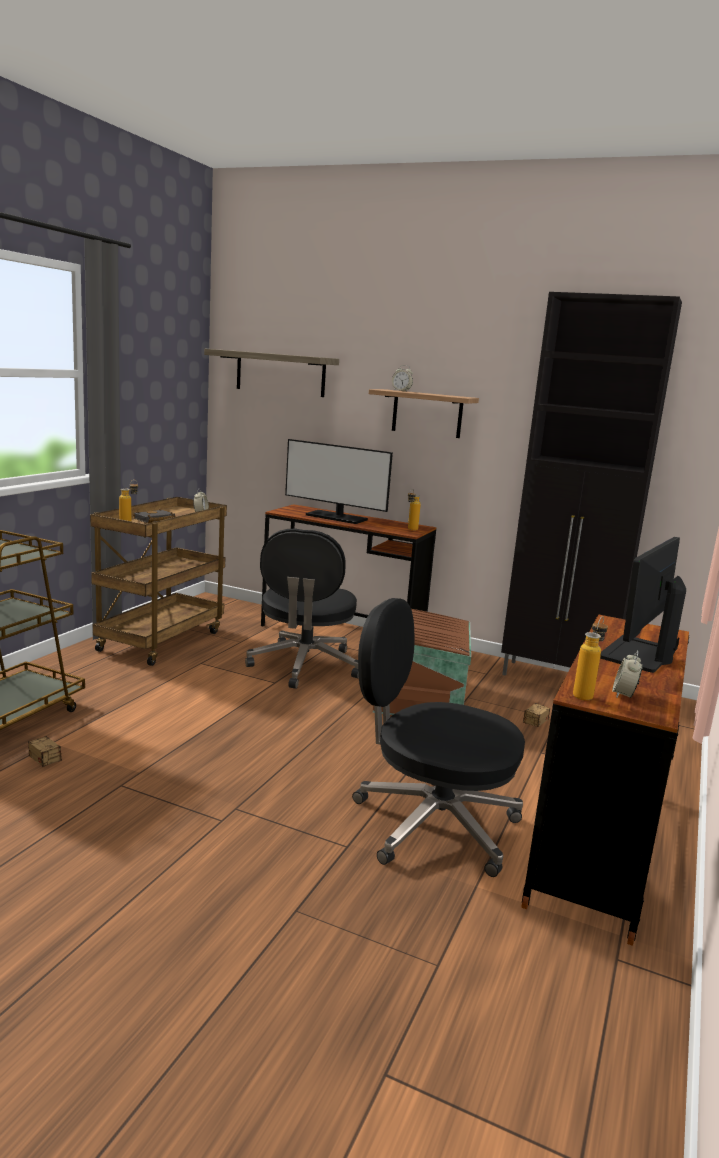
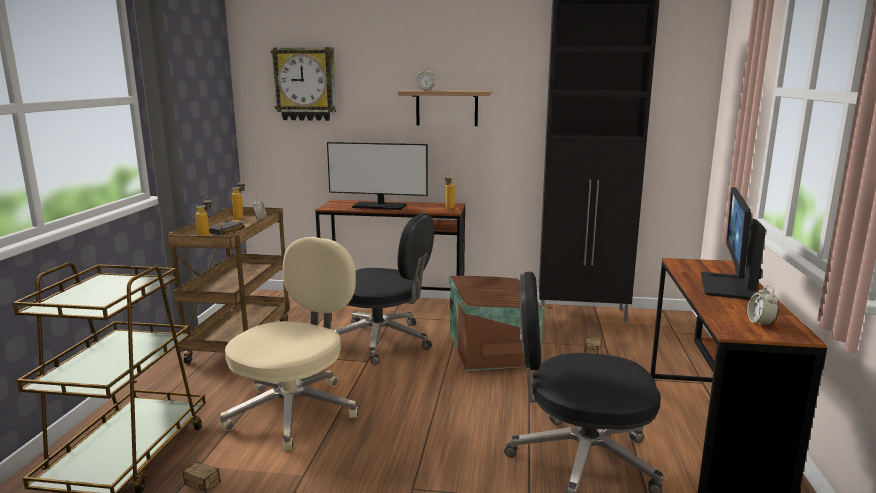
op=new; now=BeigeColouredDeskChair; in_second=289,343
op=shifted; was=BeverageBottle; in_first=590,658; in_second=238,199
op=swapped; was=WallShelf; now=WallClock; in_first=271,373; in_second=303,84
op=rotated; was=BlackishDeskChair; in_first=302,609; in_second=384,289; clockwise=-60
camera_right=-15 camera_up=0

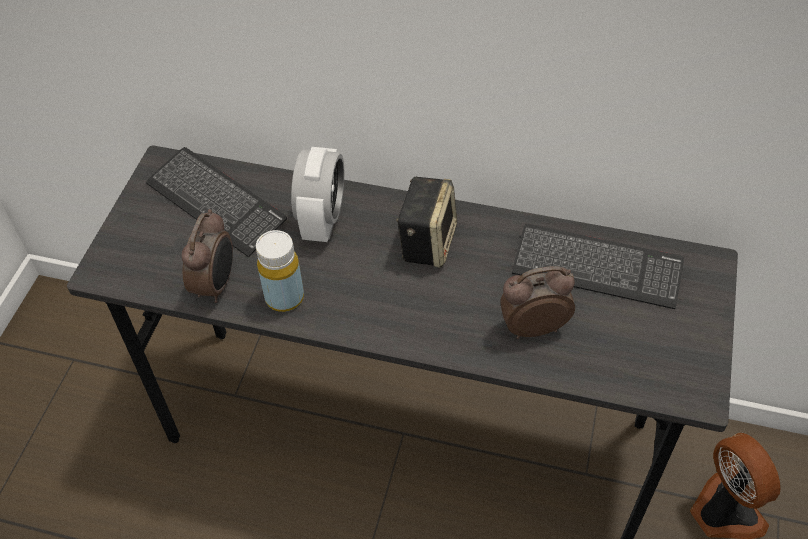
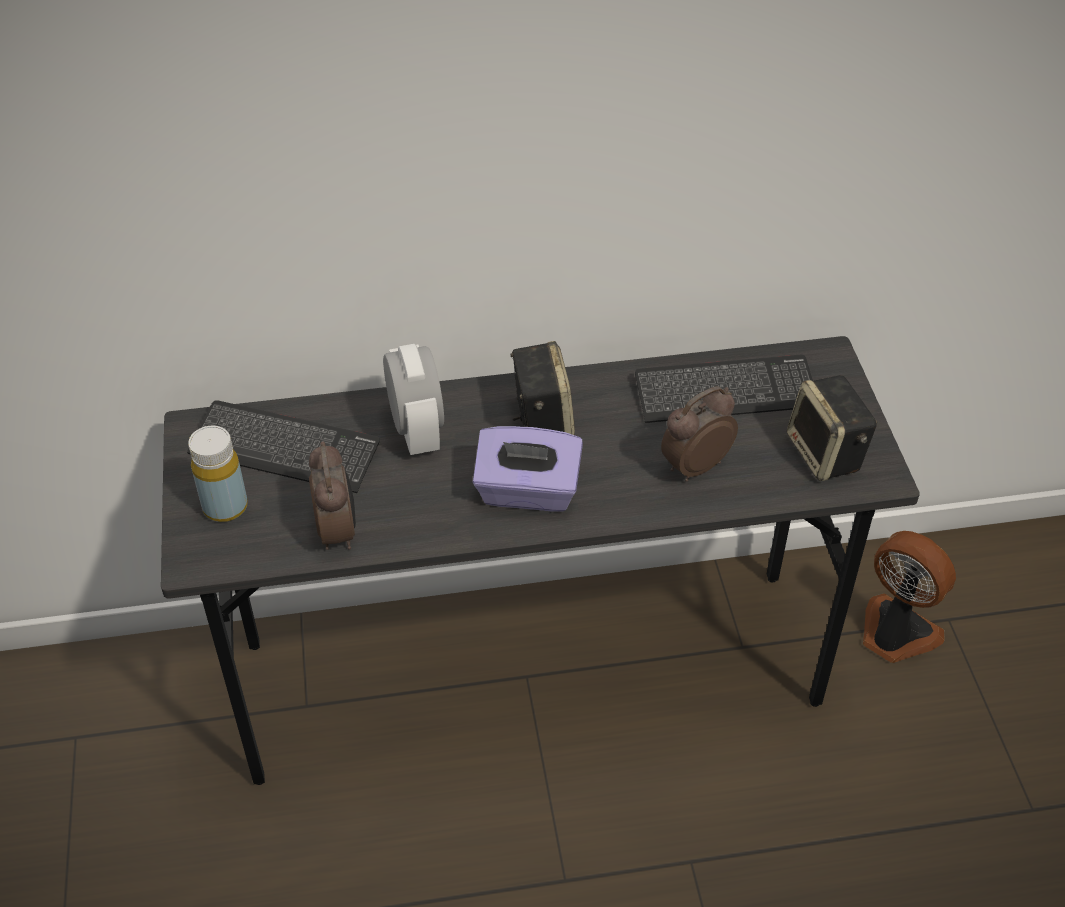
op=shifted; was=YellowColouredBeverageBottle; in_first=280,271; in_second=218,474
op=new; now=PurpleColouredBoxOfTissues; in_second=528,468
op=new; now=Loudspeaker; in_second=832,428
camera_right=-25 camera_up=-5

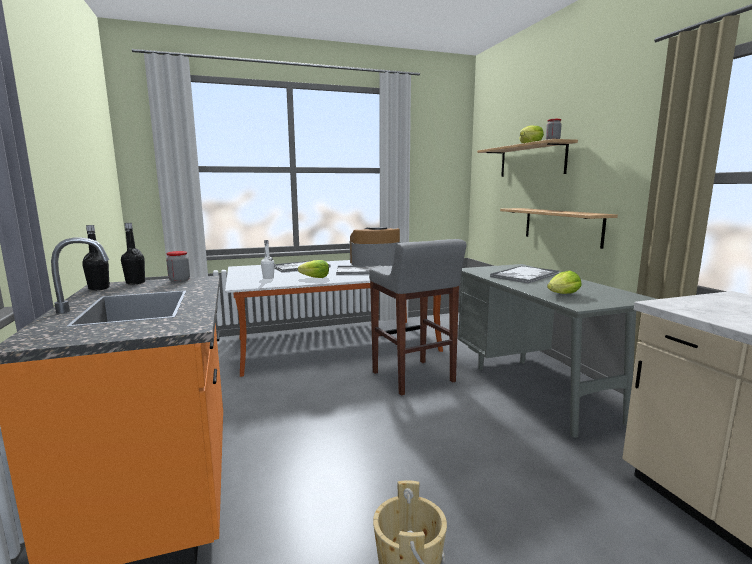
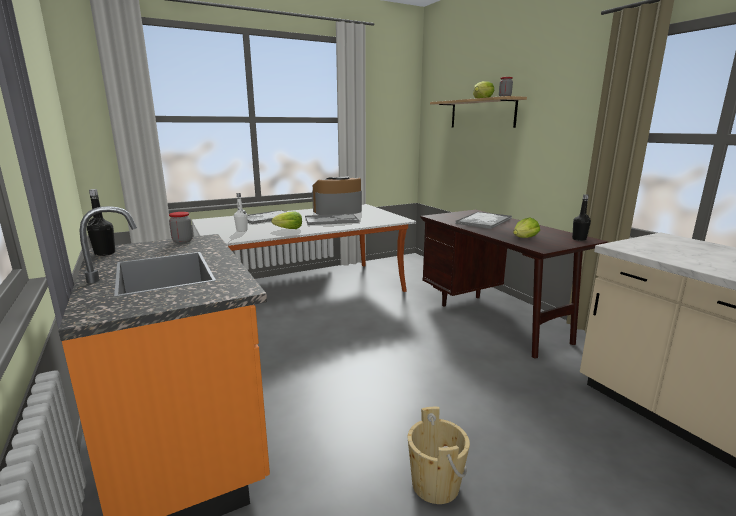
op=repainted; was=GreyishDesk; now=BrownDesk; in_first=557,351; in_second=514,284
op=shifted; was=BlackishBeverageBottle; in_first=133,254; in_second=581,217
op=gone; was=GreyishSittingStool; in_first=418,317
op=gone; was=WallShelf; in_first=559,228
camera_right=-10 camera_up=5

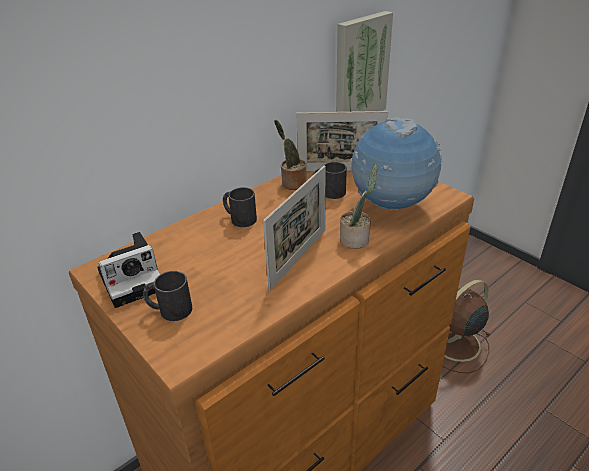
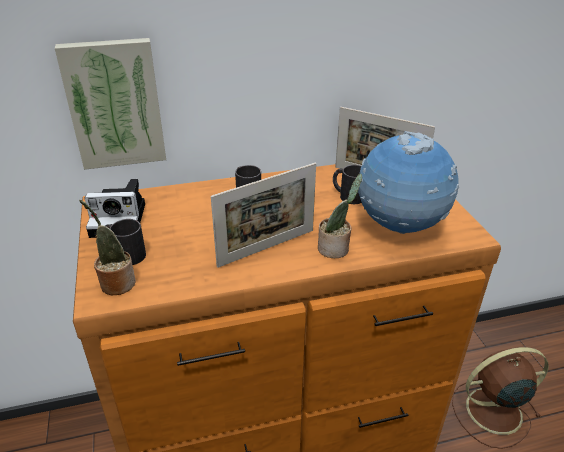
op=shifted; was=Picture; in_first=364,61; in_second=110,104
op=shifted; was=Houseplant; in_first=290,155; in_second=107,247
camera_right=25 camera_up=0

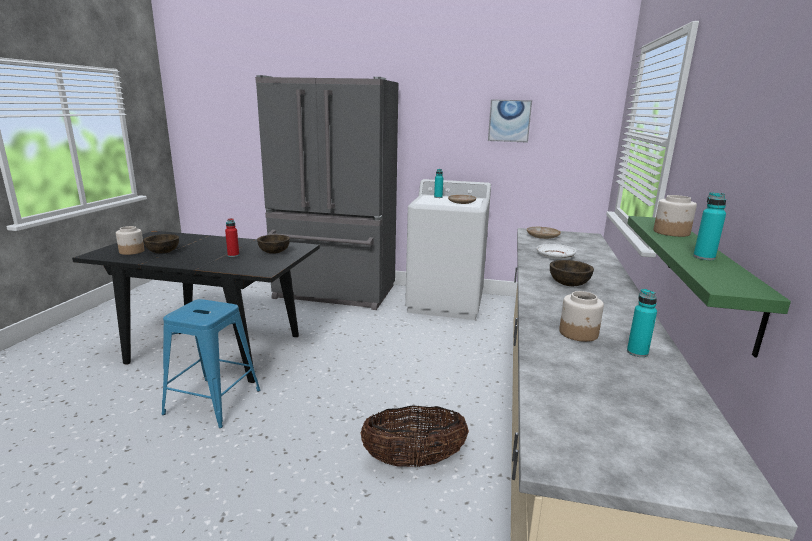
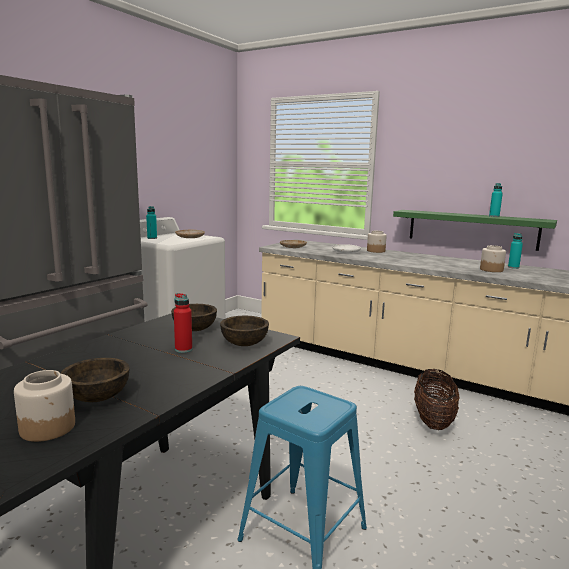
op=shifted; was=BrownDeepDish; in_first=572,273; in_second=244,331
op=shifted; was=StorageJar; in_first=675,216; in_second=377,242
op=gone; was=Picture; in_first=510,121
camera_right=-70 camera_up=-5

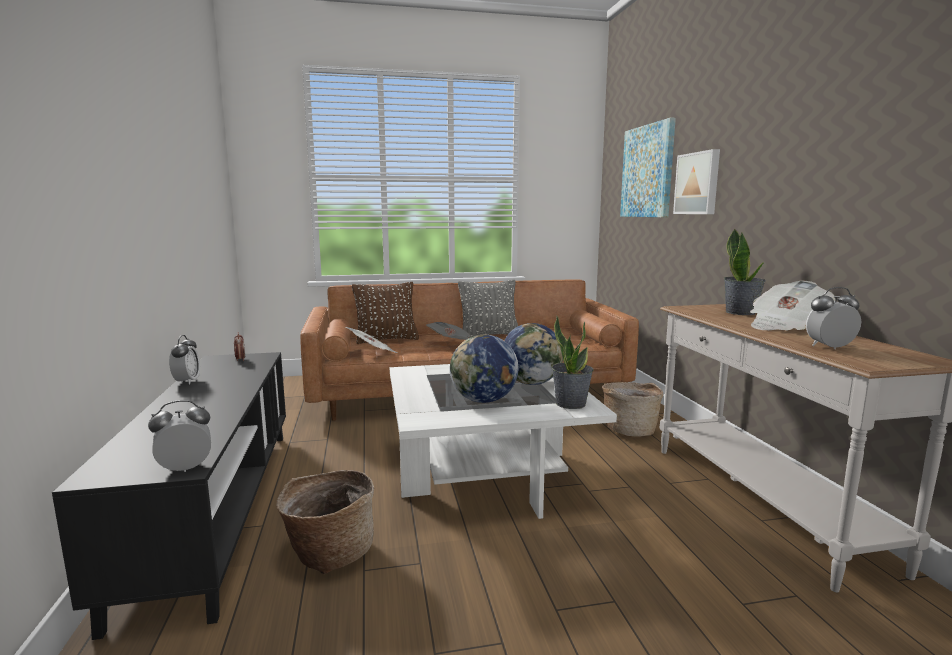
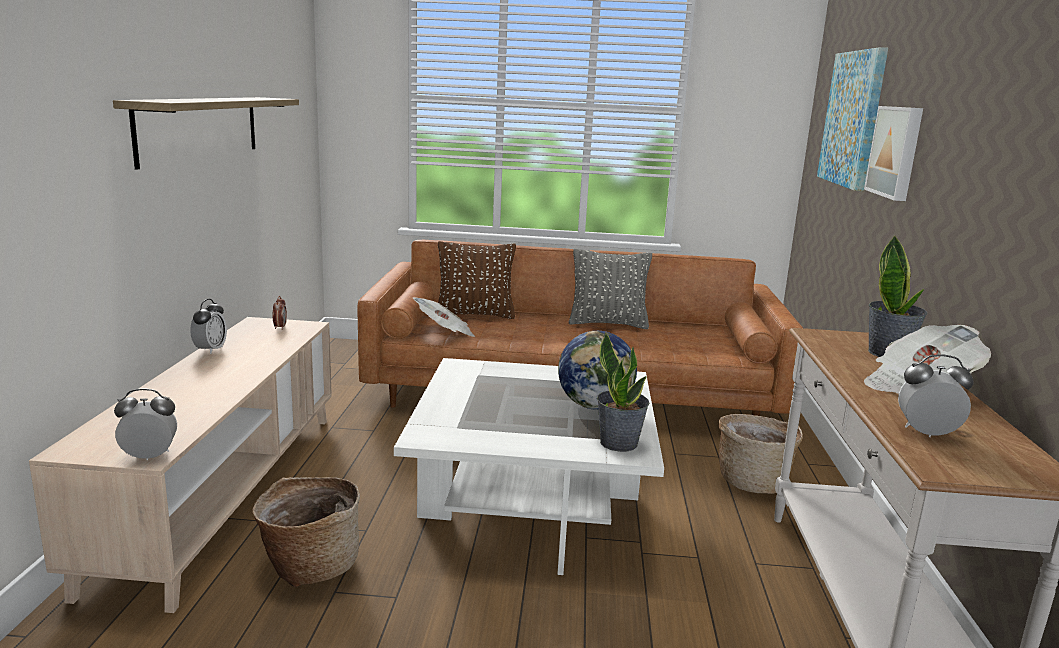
op=repainted; was=BlackishTvStand; now=BeigeColouredTvStand; in_first=169,496; in_second=180,465
op=new; now=WallShelf; in_second=206,133
op=gone; was=PrintedPaper; in_first=448,331
op=gone; was=DeskGlobe; in_first=484,369
camera_right=15 camera_up=5

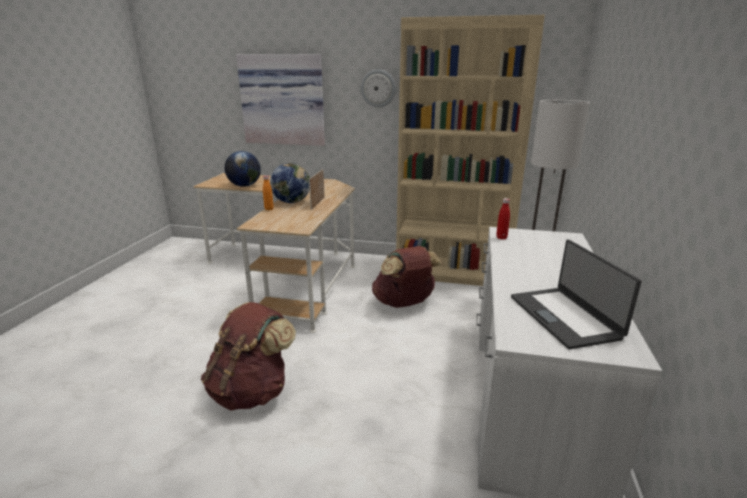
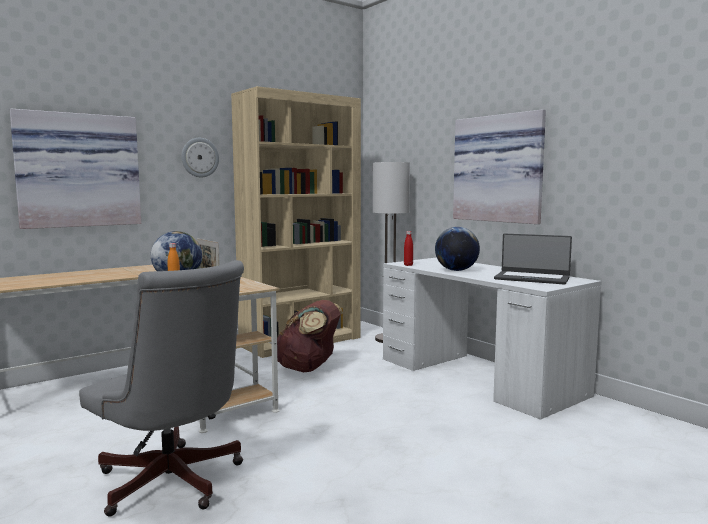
op=new; now=GreyishDeskChair; in_second=161,388
op=shifted; was=DeskGlobe; in_first=242,169; in_second=457,249
op=new; now=Picture; in_second=499,166
op=gone; was=BrownRucksack; in_first=248,356
camera_right=-50 camera_up=-15

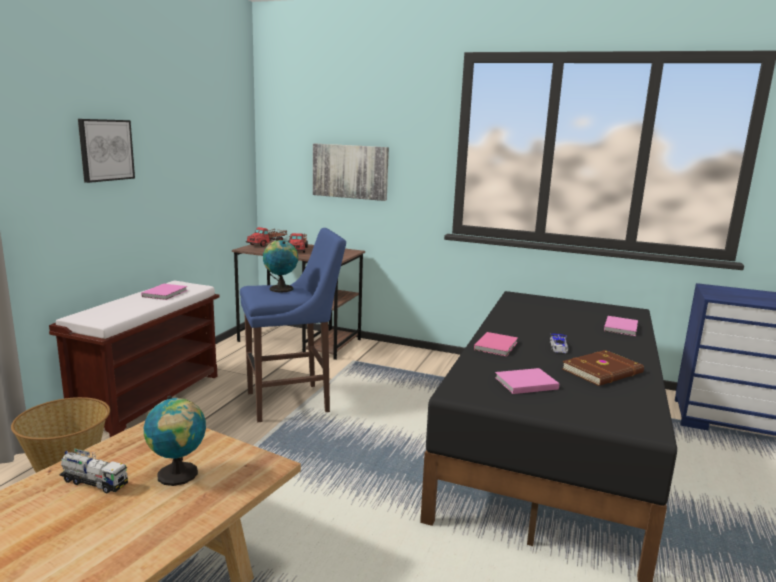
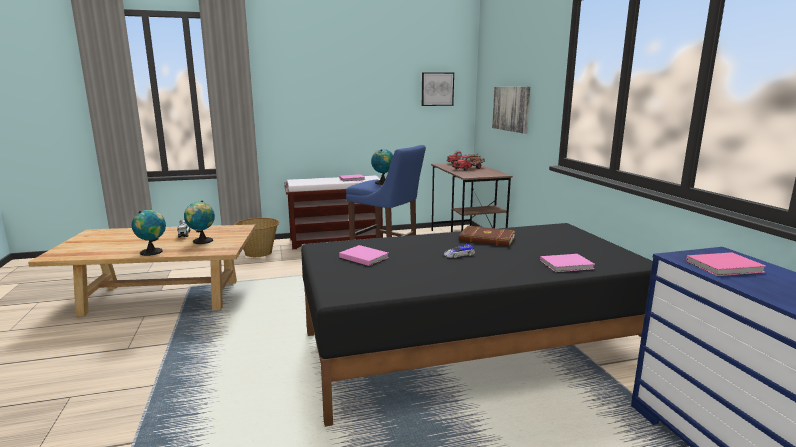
op=new; now=DeskGlobe; in_second=148,233
op=shifted; was=Picture; in_first=106,151; in_second=438,89
op=shifted; was=BrownBoundBook; in_first=603,368; in_second=487,236
op=shifted; was=PinkishBoundBook; in_first=496,344; in_second=726,264
camera_right=55 camera_up=0

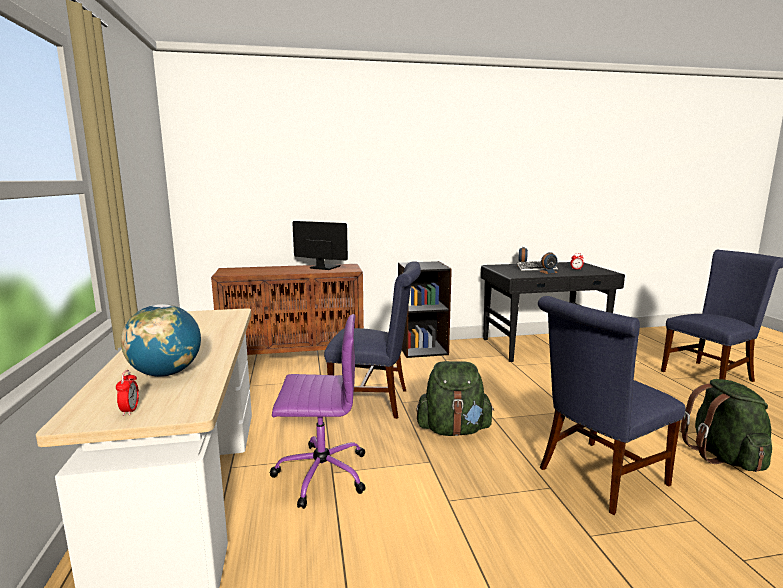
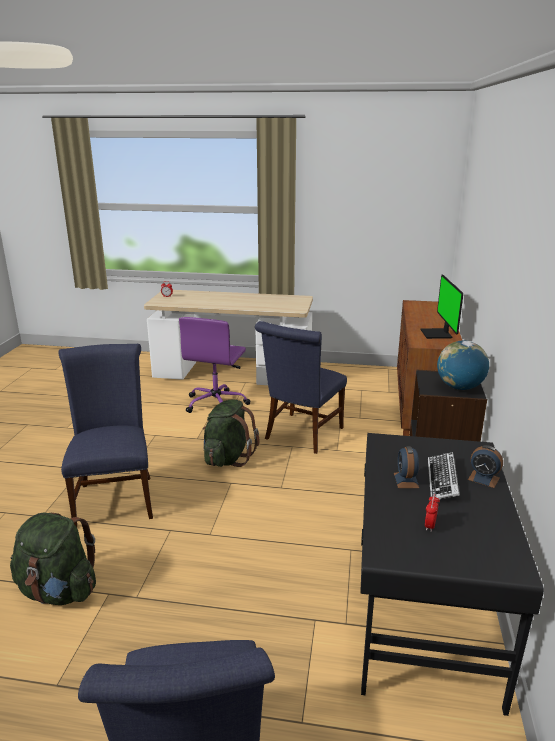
op=rotated; was=Monitor; in_first=320,245; in_second=441,306; clockwise=135
op=shifted; was=DeskGlobe; in_first=161,340; in_second=463,365
camera_right=110 camera_up=10

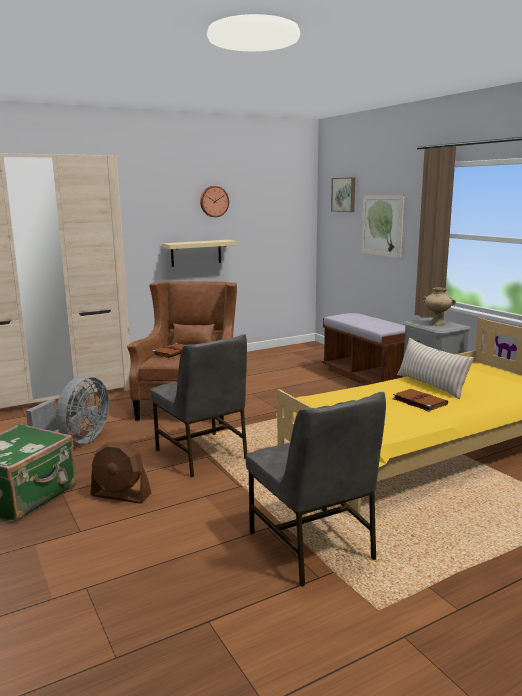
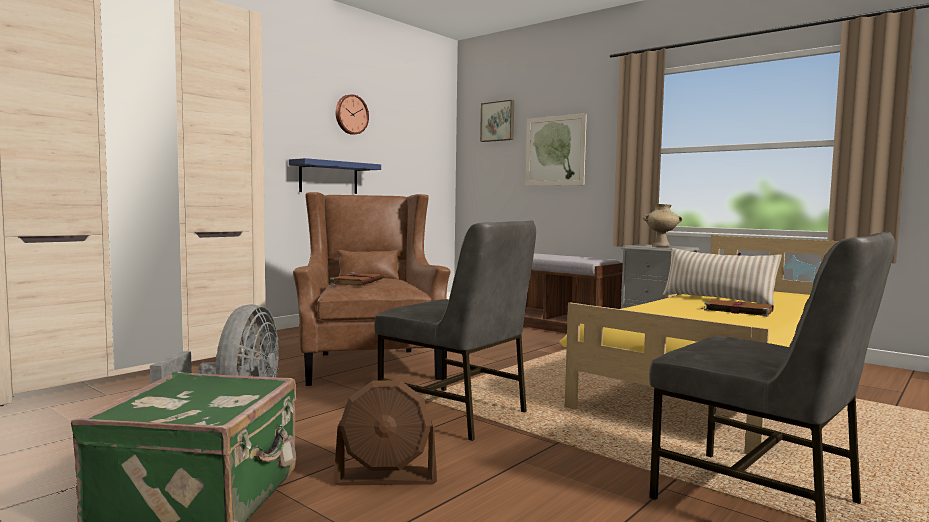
op=repainted; was=BeigeColouredWallShelf; now=BluishWallShelf; in_first=199,253; in_second=335,176
camera_right=-20 camera_up=-10

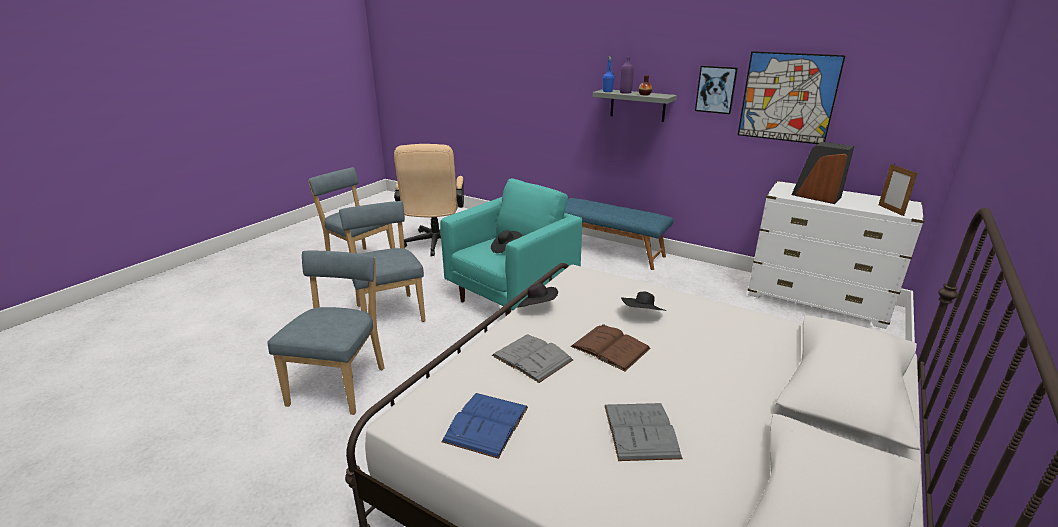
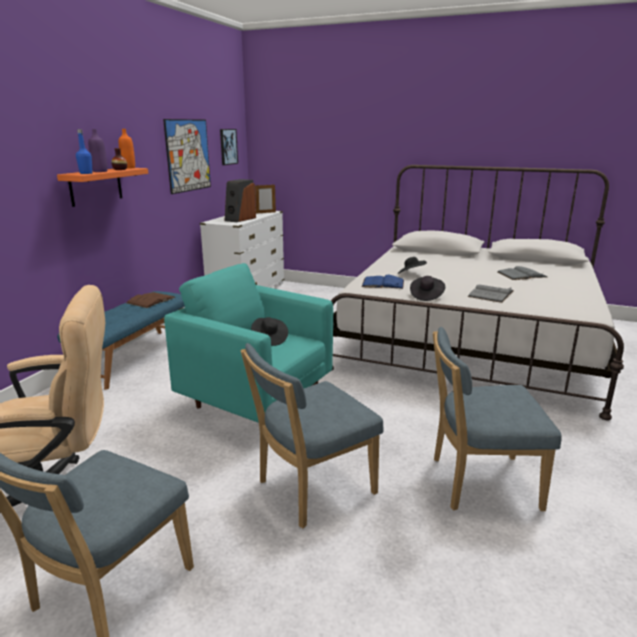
op=repainted; was=GreyishWallShelf; now=OrangeWallShelf; in_first=635,105; in_second=102,187
op=new; now=OrangeBeverageBottle; in_second=127,149
op=shifted; was=BrownBoundBook; in_first=611,347; in_second=151,300
op=shifted; was=Picture; in_first=716,90; in_second=229,147
op=shifted; was=BluishBoundBook; in_first=484,426; in_second=383,282
camera_right=-100 camera_up=-5

